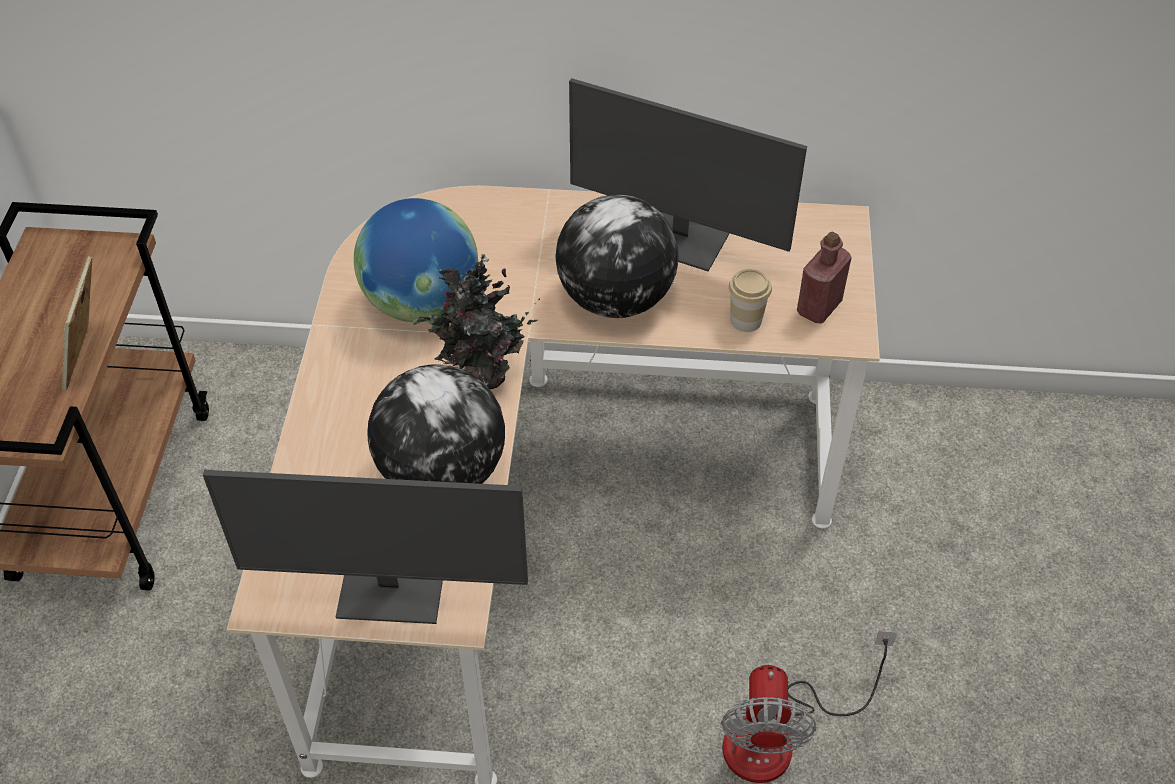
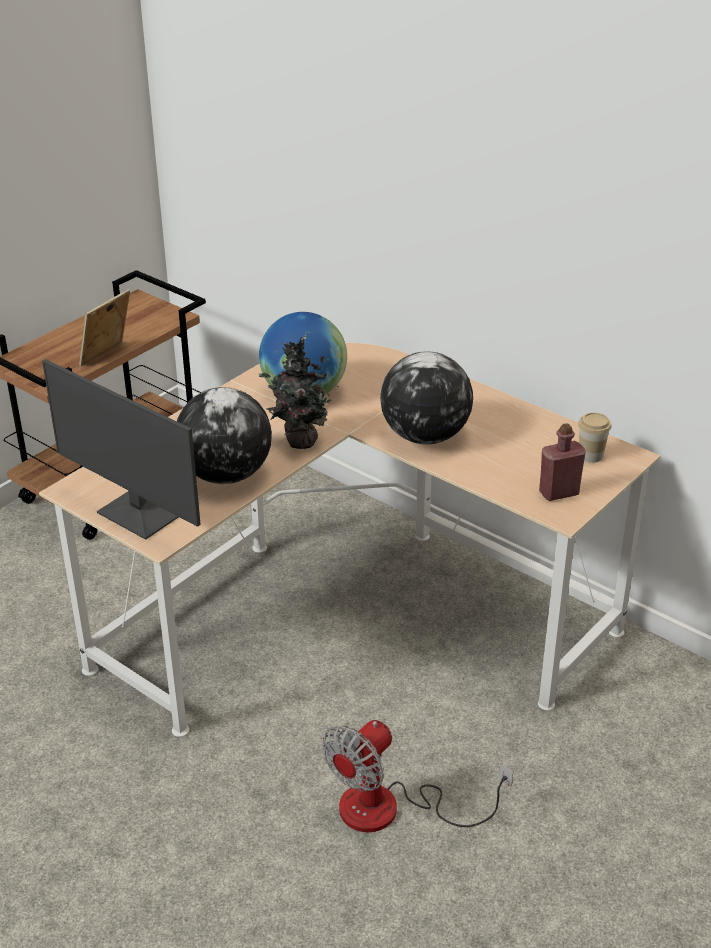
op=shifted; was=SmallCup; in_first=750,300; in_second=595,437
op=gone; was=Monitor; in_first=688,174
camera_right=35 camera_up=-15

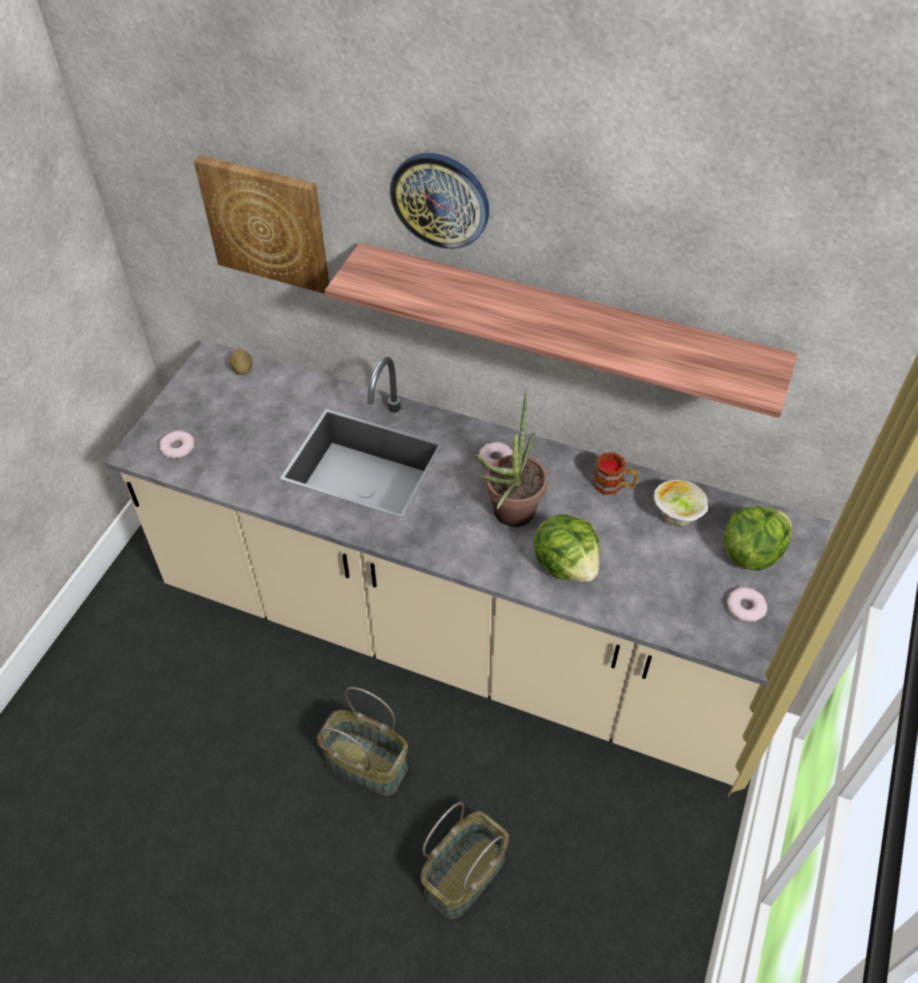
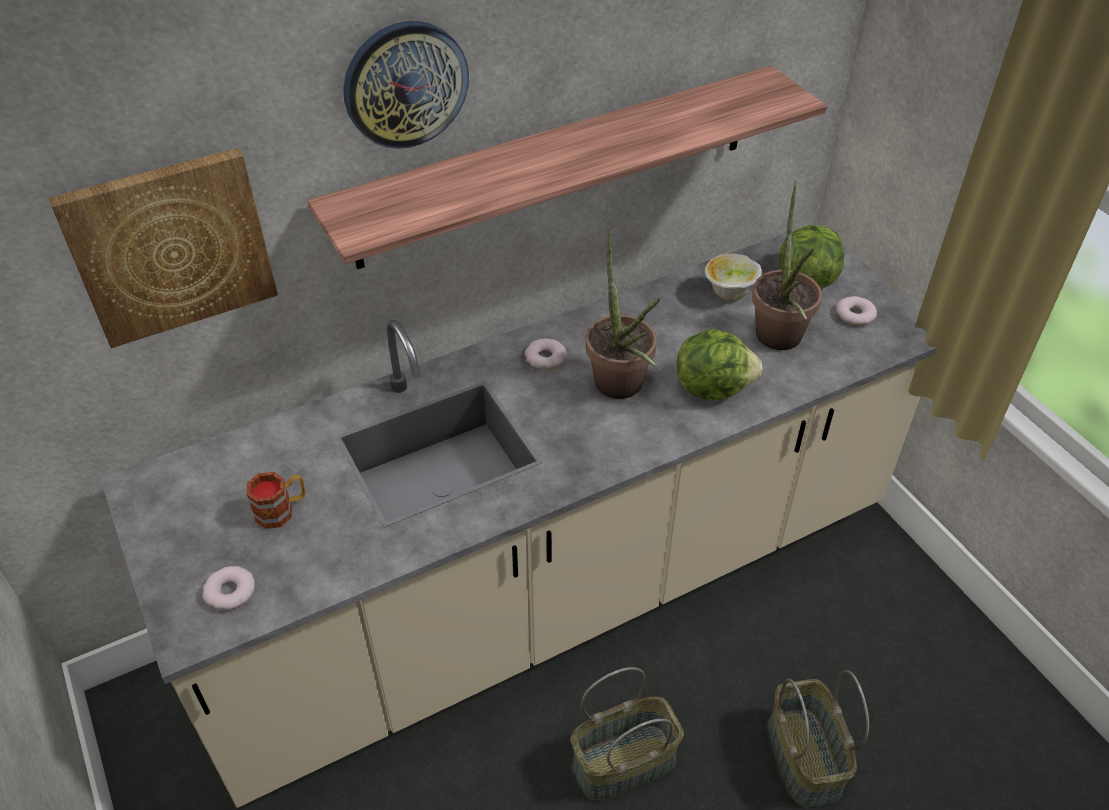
op=shifted; was=Mug; in_first=615,473; in_second=275,500
op=new; now=Houseplant; in_second=787,265
op=gone; was=Potato; in_first=241,362
camera_right=-50 camera_up=-5

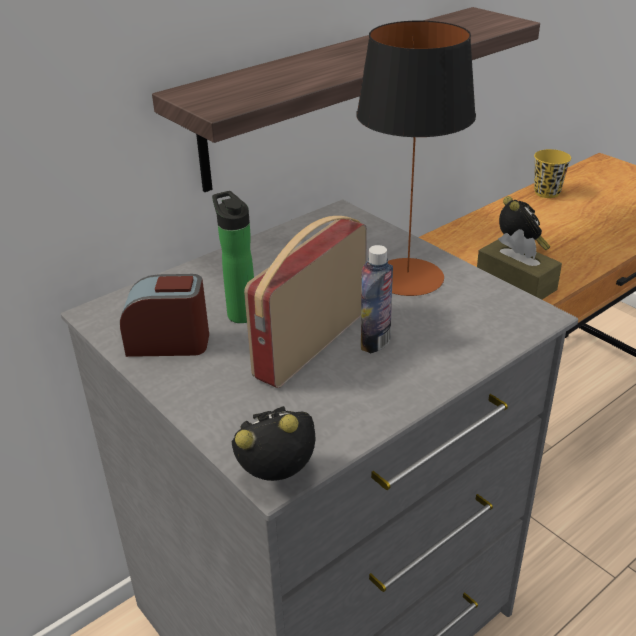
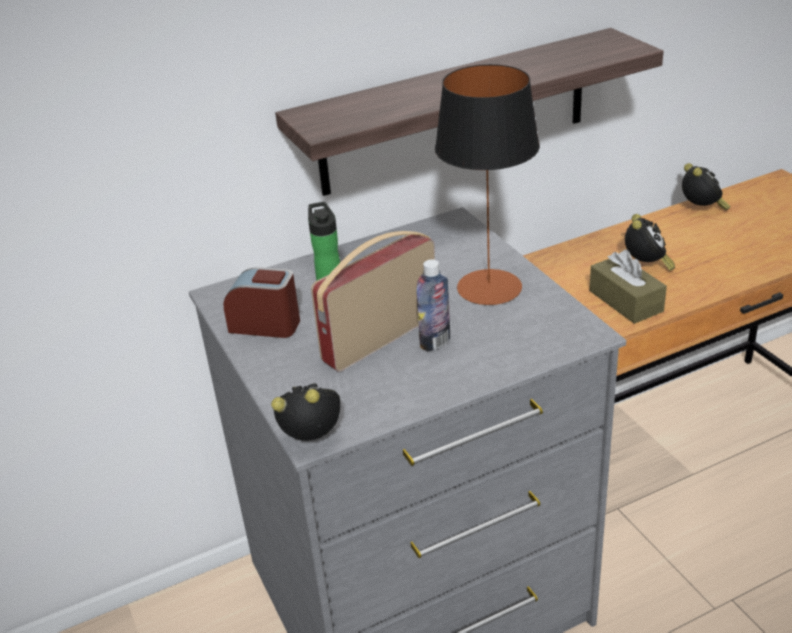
op=swapped; was=YellowColouredSmallCup; now=AlarmClock; in_first=552,173; in_second=706,186
camera_right=15 camera_up=0

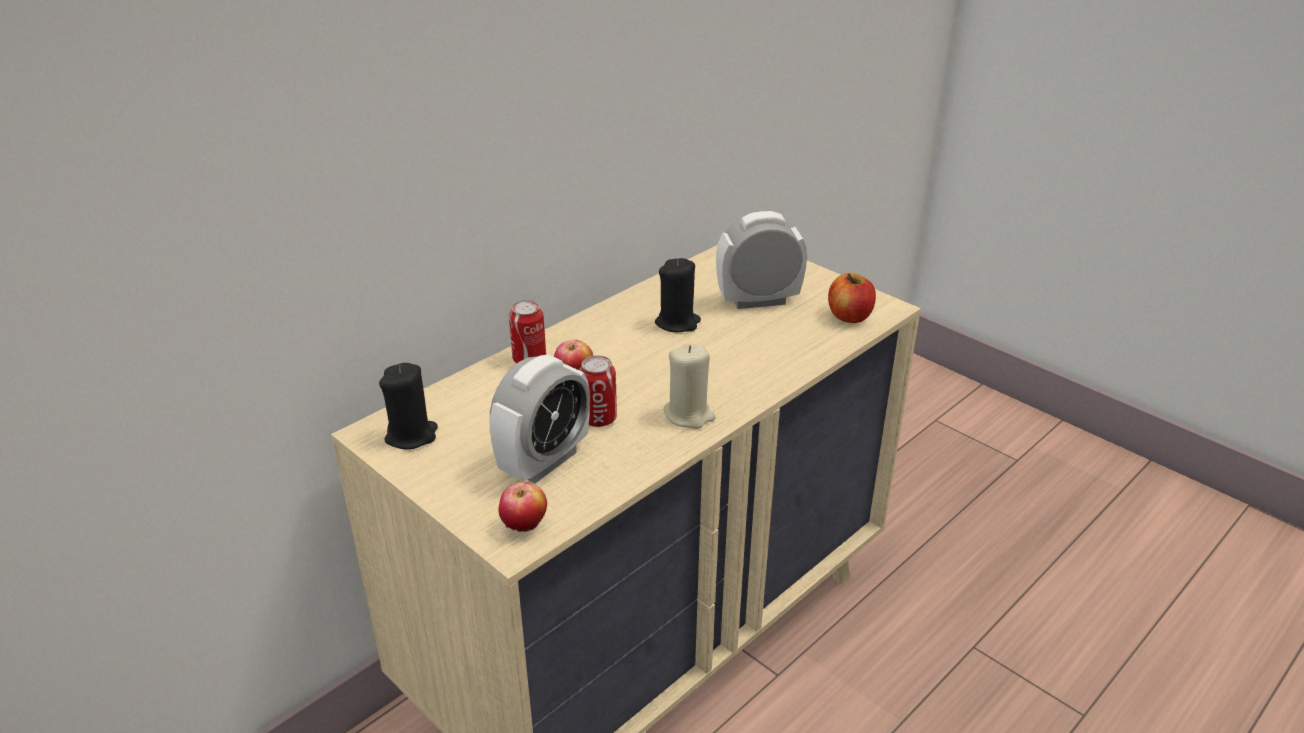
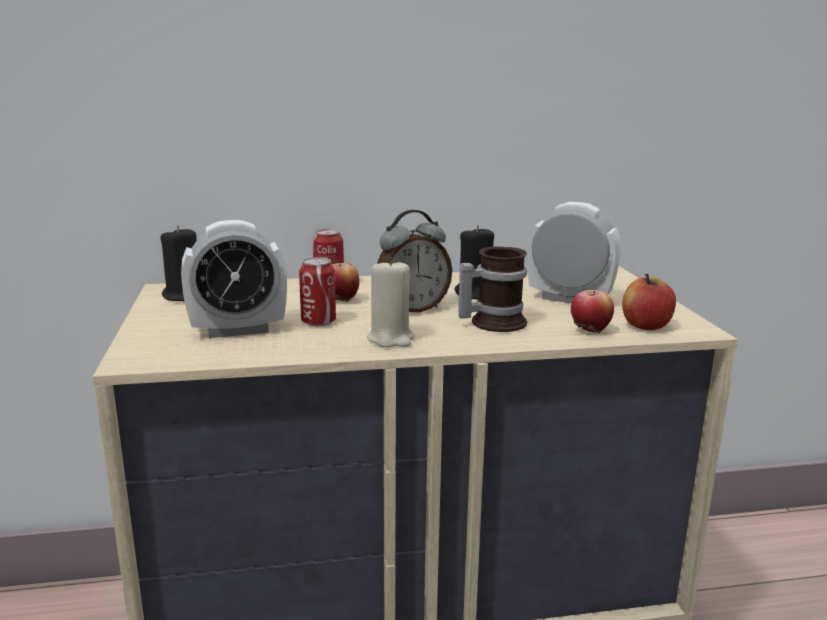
op=new; now=AlarmClock; in_second=414,261
op=new; now=Mug; in_second=492,289
op=shifted; was=Apple; in_first=522,507; in_second=592,311
camera_right=35 camera_up=-15

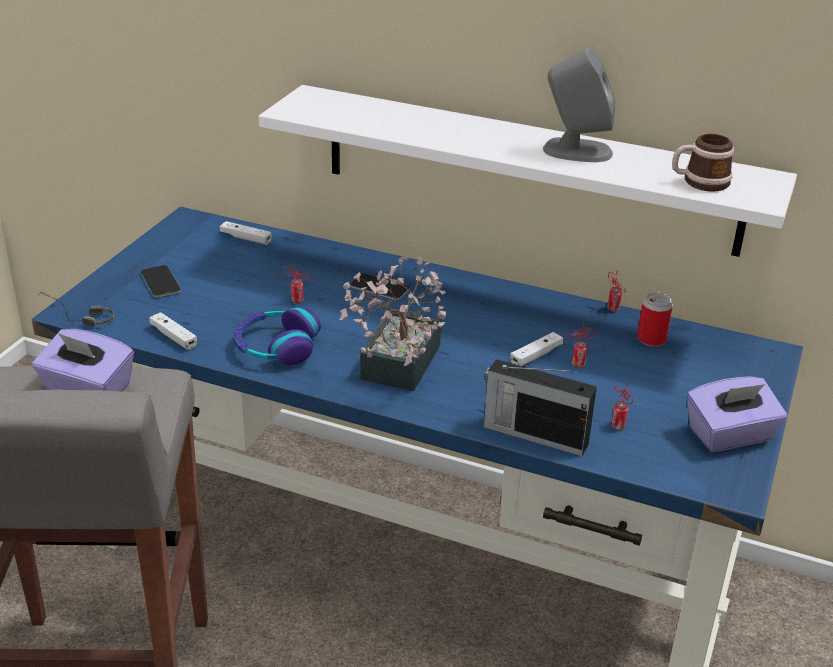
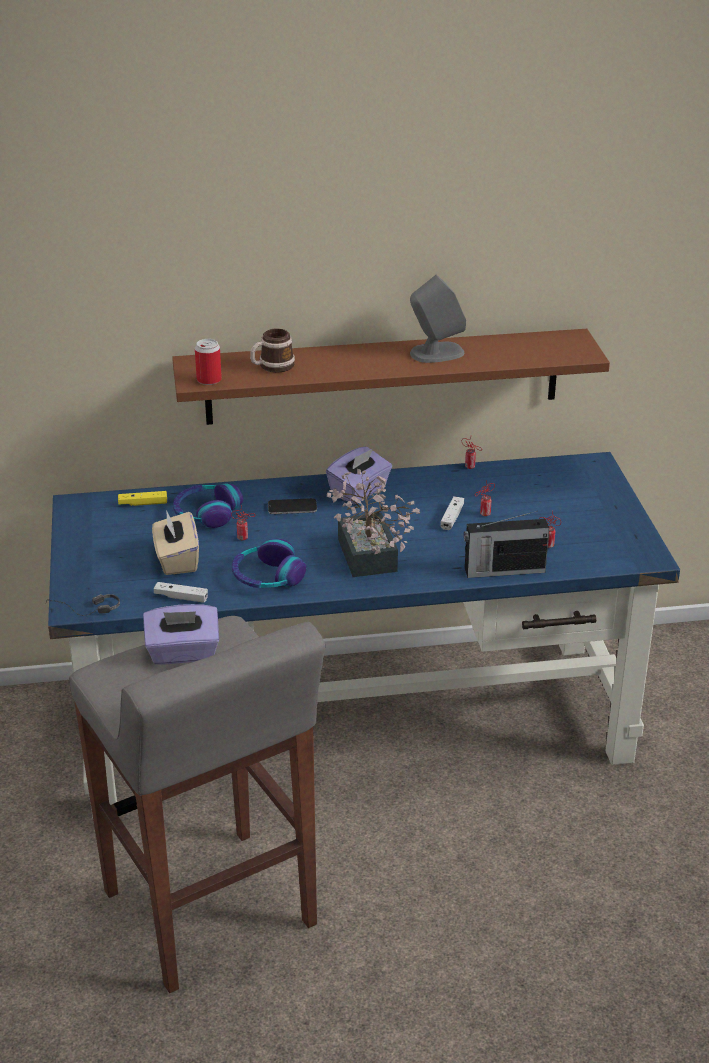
op=repainted; was=WhiteColouredGamepad; now=YellowColouredGamepad; in_first=245,233; in_second=142,498
op=new; now=BeigeColouredBoxOfTissues; in_second=175,542
op=repainted; was=WhiteColouredWallShelf; now=BrownWallShelf; in_first=528,171; in_second=391,377
op=new; now=PairOfHeadphones; in_second=208,505
op=shifted; was=SealedCan; in_first=655,319; in_second=208,362
op=shifted; was=Mug; in_first=703,163; in_second=272,350
op=shifted; was=PurpleColouredBoxOfTissues; in_first=737,414; in_second=359,475
op=gone; was=Phone; in_first=161,281
camera_right=-30 camera_up=0

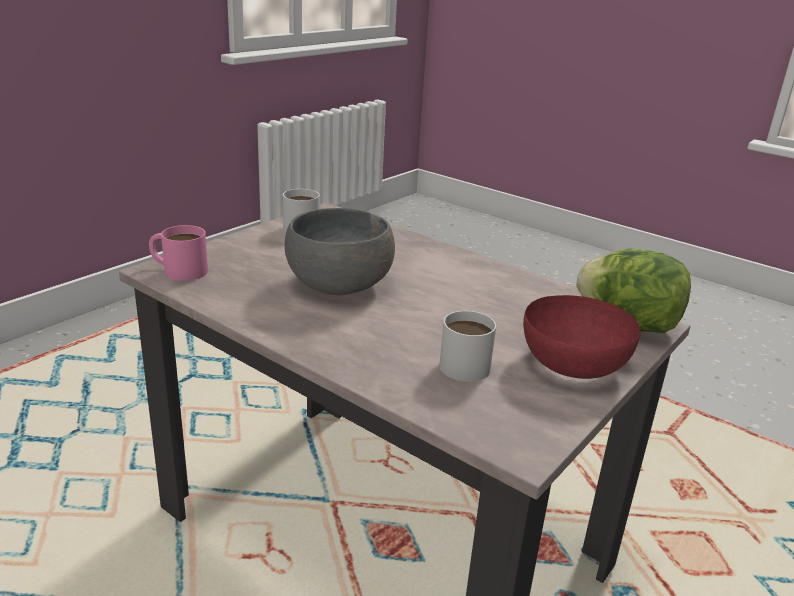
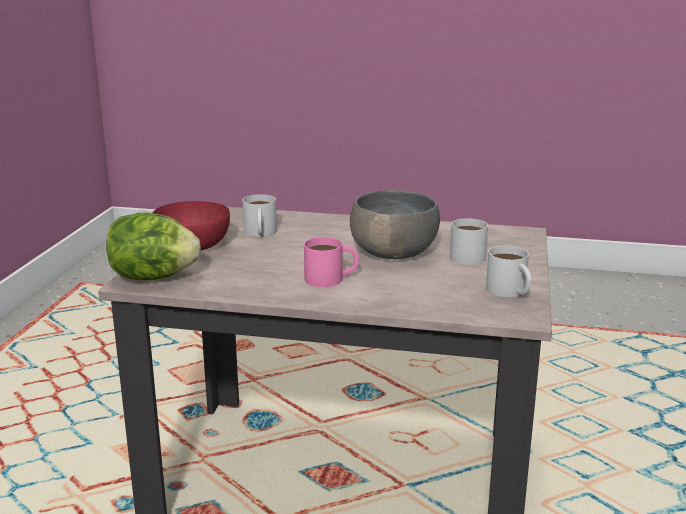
op=shifted; was=PinkishMug; in_first=178,253; in_second=331,262
op=new; now=WhiteColouredMug; in_second=469,241
camera_right=155 camera_up=-5

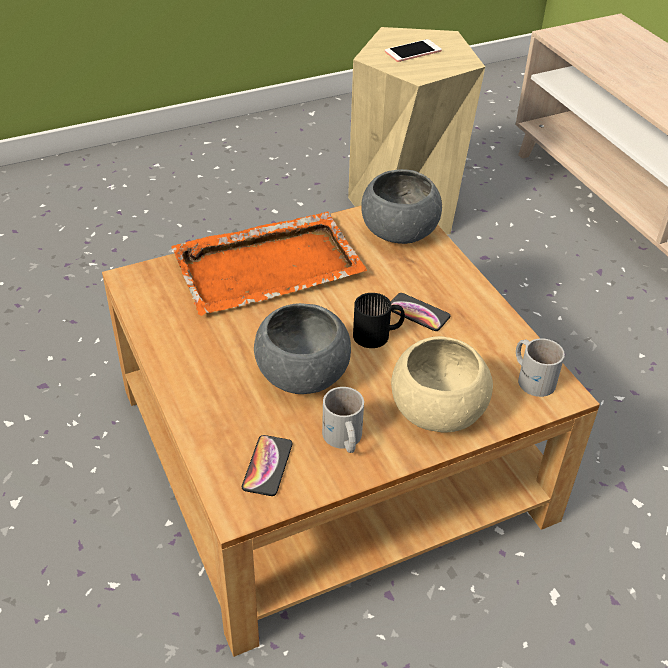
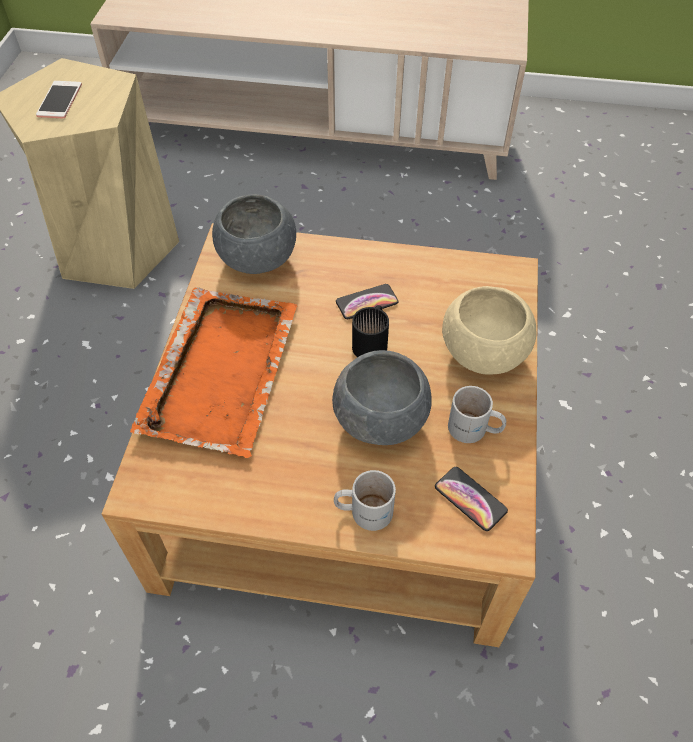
op=shifted; was=WhiteColouredMug; in_first=540,367; in_second=365,500
camera_right=-55 camera_up=10

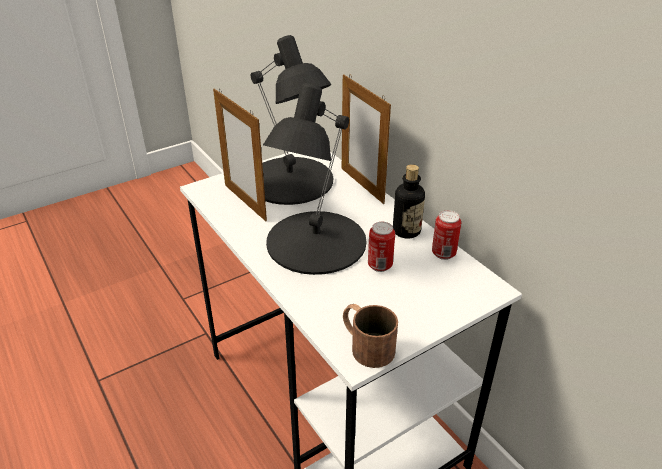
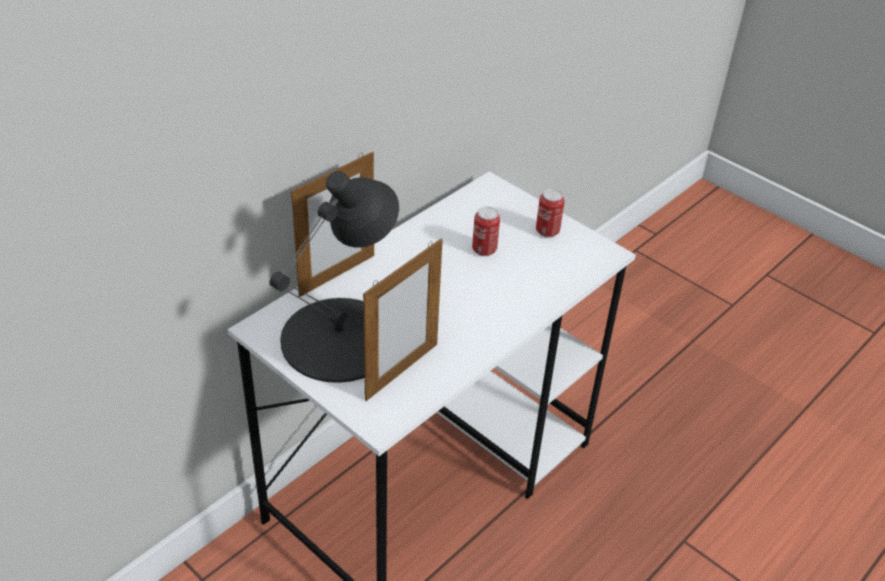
op=shifted; was=SealedCan; in_first=446,235; in_second=550,213
op=gone; was=BlackishLampForATable; in_first=314,179
op=gone; was=BrownMug; in_first=370,336
op=gone; was=BeverageBottle; in_first=409,201
camera_right=-105 camera_up=5

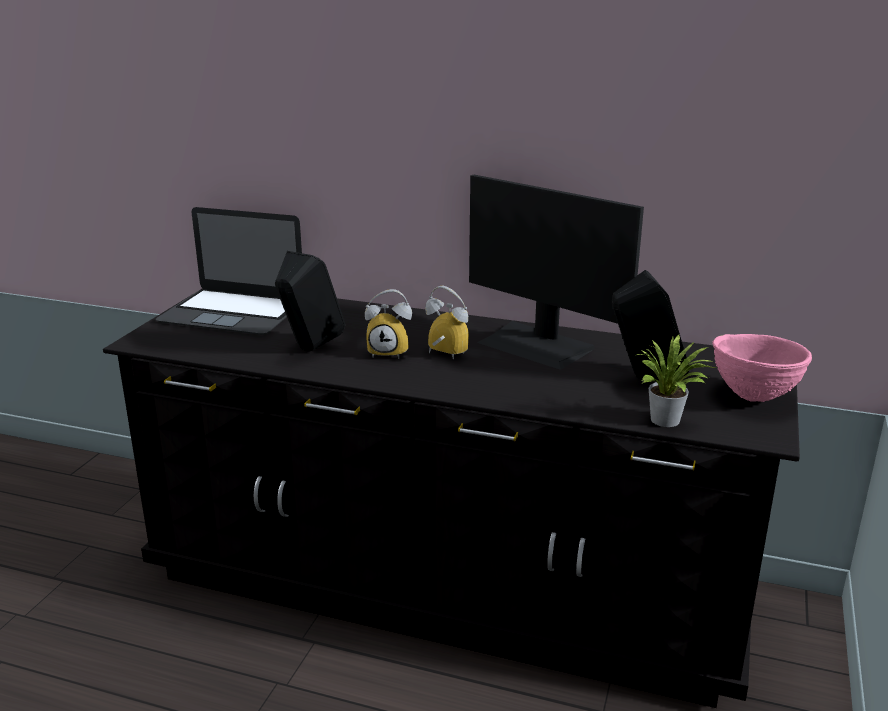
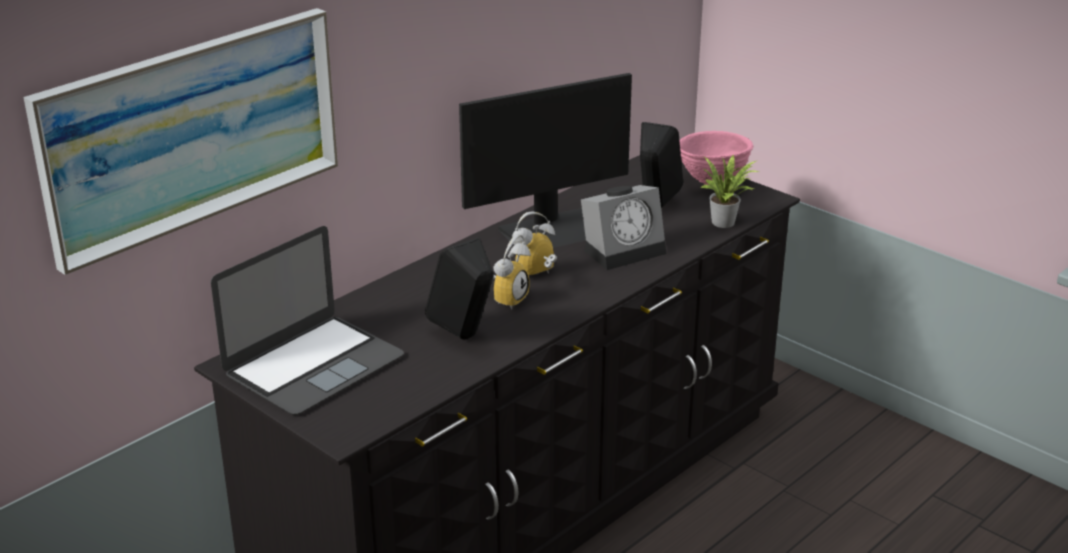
op=new; now=Picture; in_second=181,141
op=new; now=AlarmClock; in_second=623,227
camera_right=-65 camera_up=5

